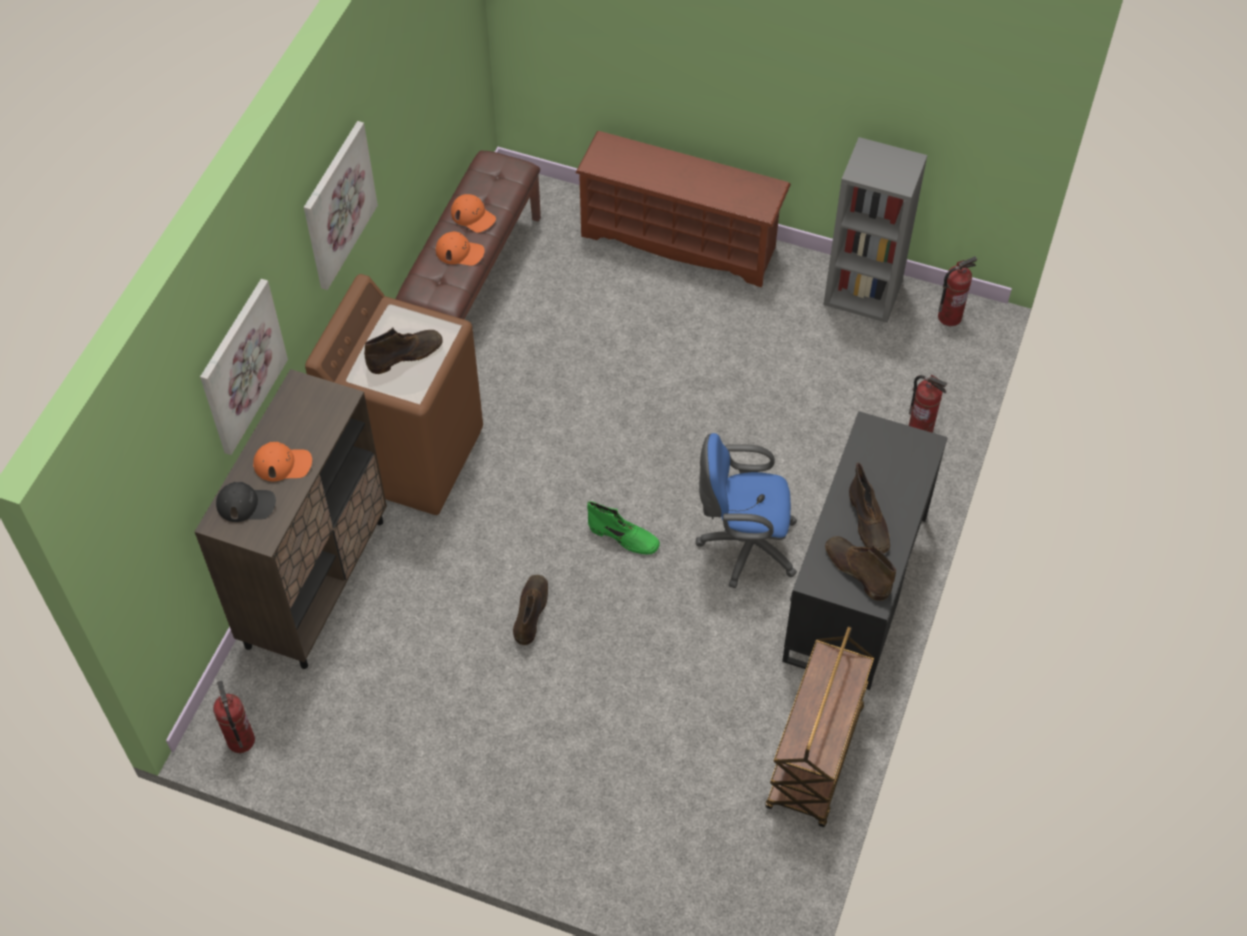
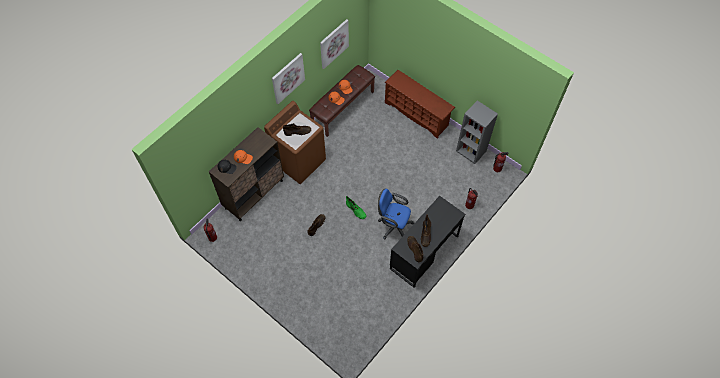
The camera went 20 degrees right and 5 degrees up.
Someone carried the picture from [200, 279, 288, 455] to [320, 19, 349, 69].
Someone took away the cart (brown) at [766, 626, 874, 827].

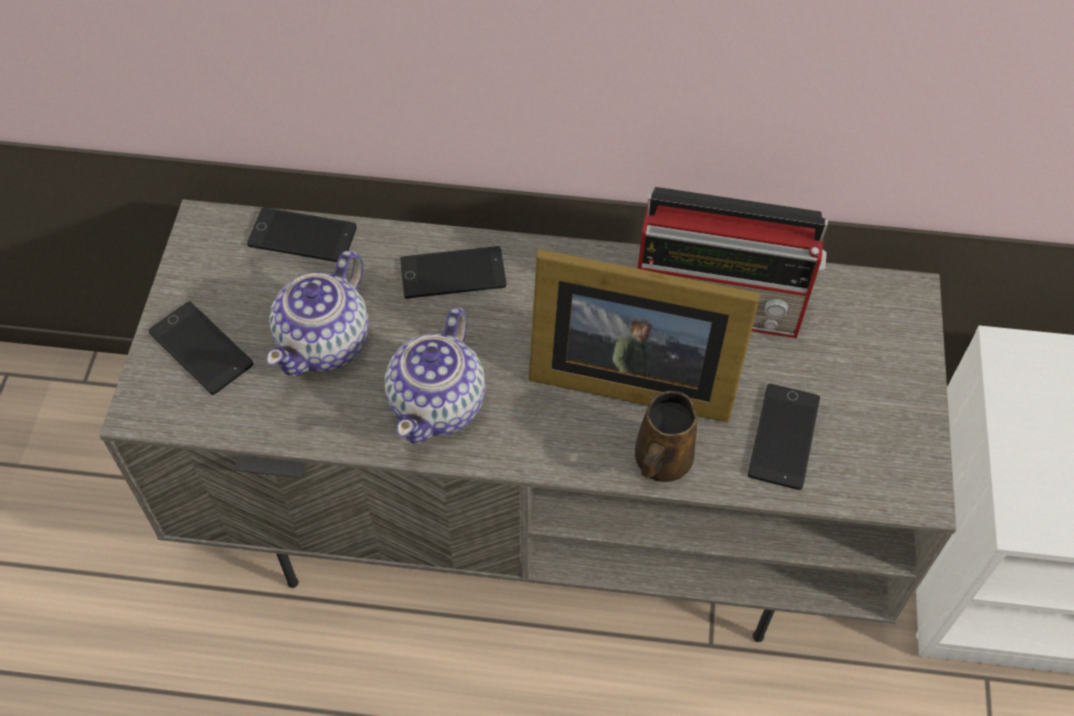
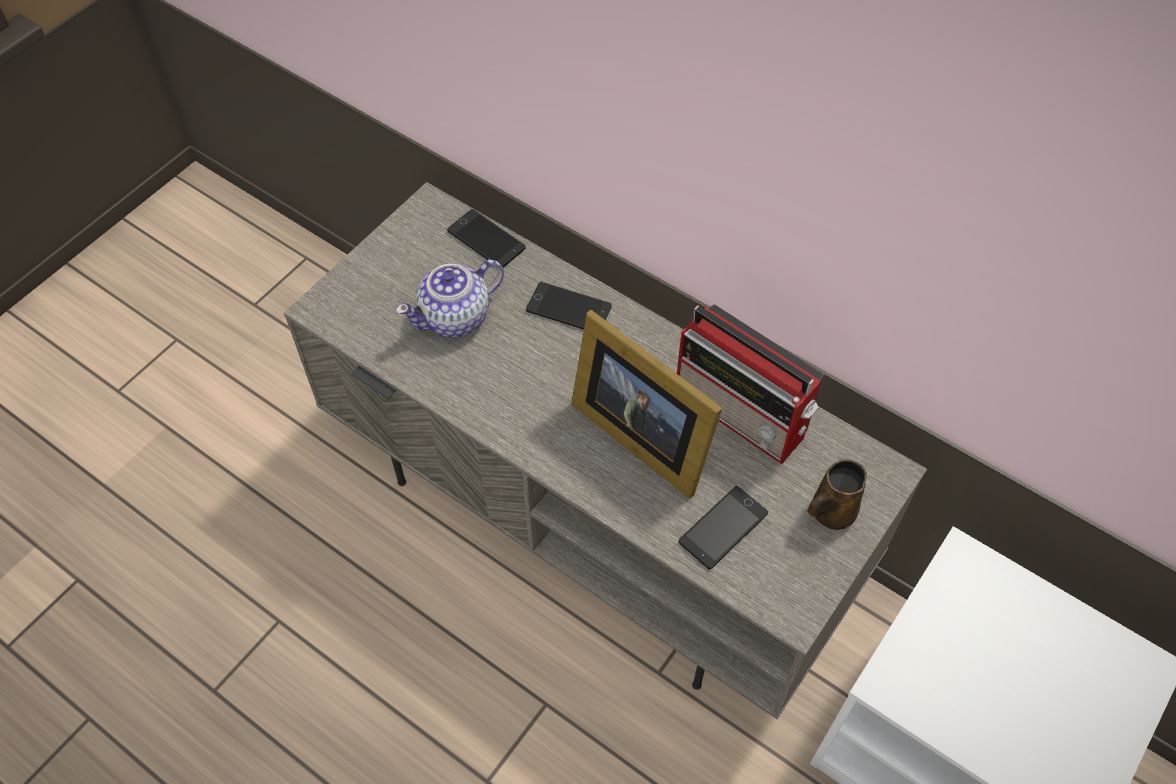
The camera went 30 degrees right and 0 degrees up.
Someone took away the phone at [148, 301, 253, 395].
Someone took away the teapot at [385, 307, 486, 443].
Someone carried the mug (brown) from [635, 391, 698, 482] to [808, 459, 867, 530].

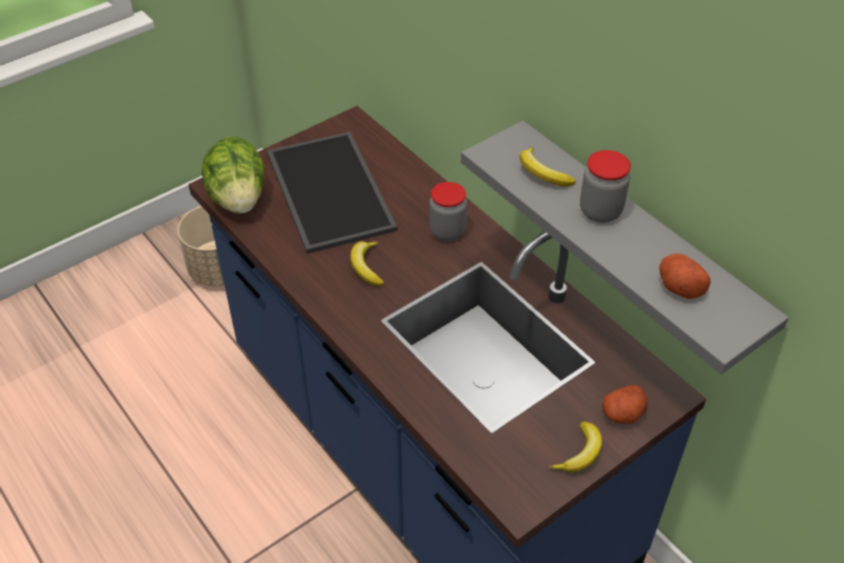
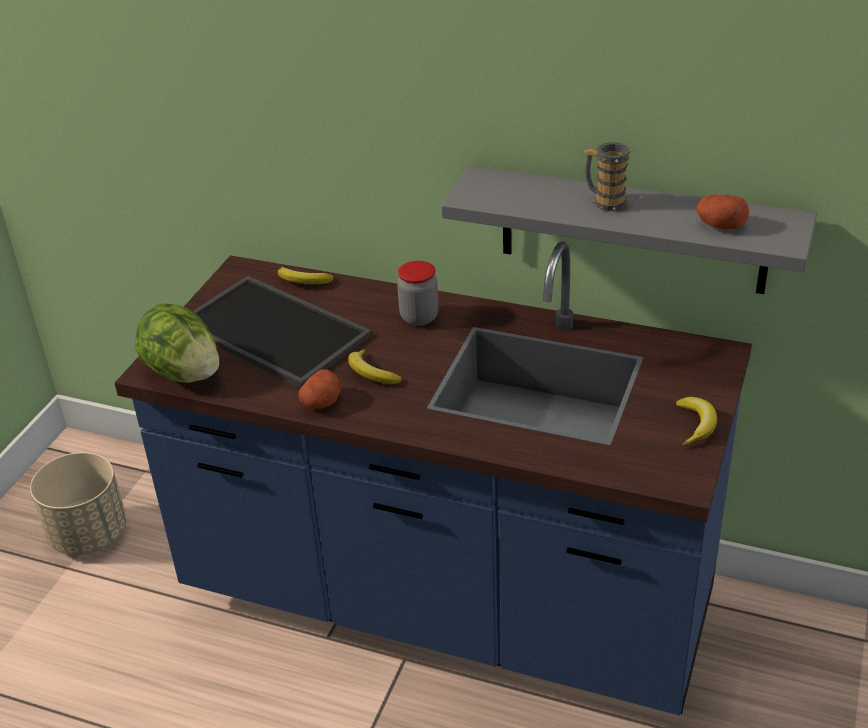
The camera went 30 degrees left and 10 degrees down.
Someone carried the banana from [520, 147, 576, 187] to [278, 267, 334, 284].
Someone swapped the jar at [580, 150, 631, 223] for the mug at [584, 142, 632, 211].
Someone carried the potato from [602, 385, 647, 424] to [299, 369, 341, 409].

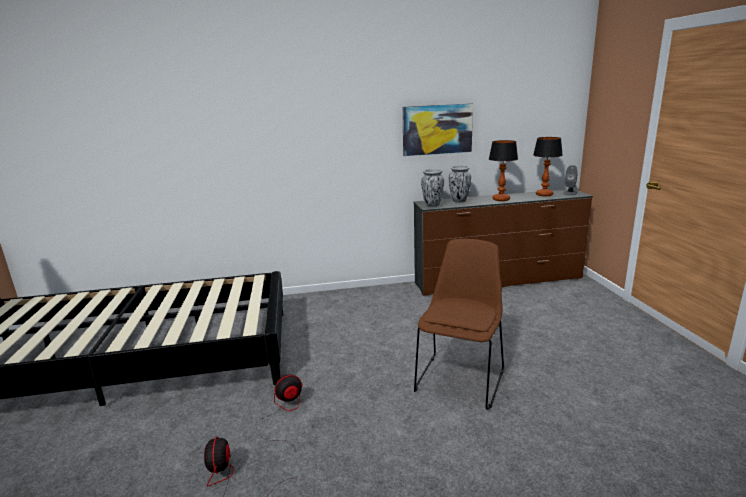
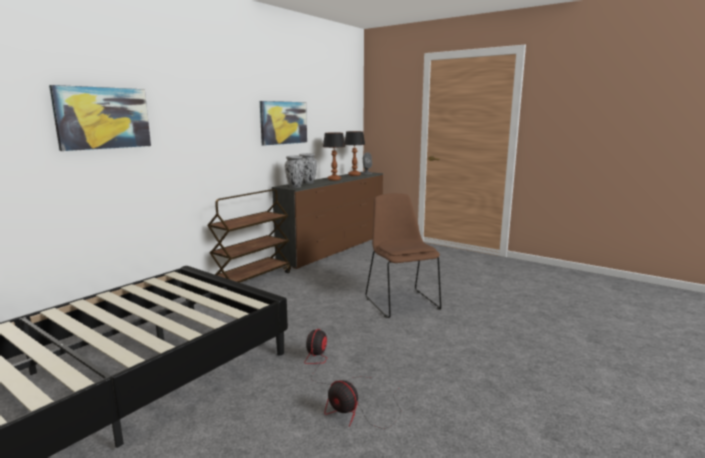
The camera went 45 degrees left and 5 degrees down.
Someone put up the picture at [49, 85, 151, 151].
Someone put down the cart (brown) at [207, 189, 291, 283].

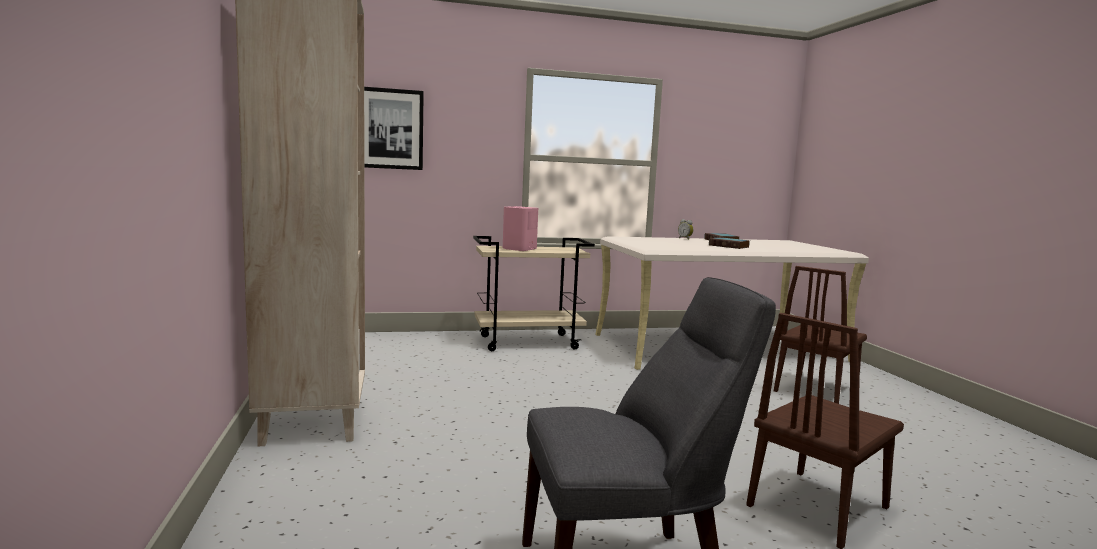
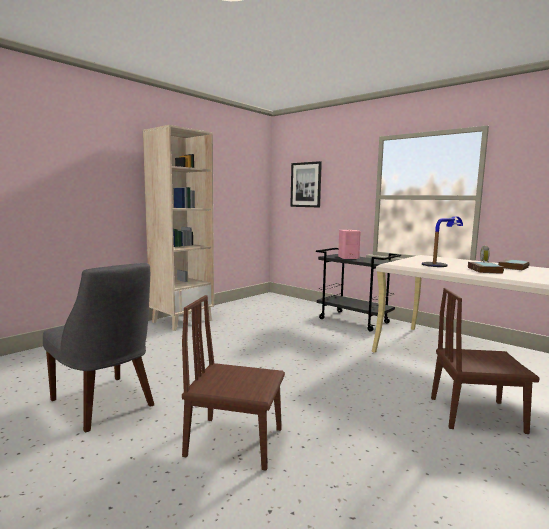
The camera went 55 degrees right and 0 degrees up.
Someone repainted the cart (beige) at [473, 236, 595, 351], which became the cart (black) at [316, 248, 401, 332].
Someone put down the table lamp at [422, 216, 463, 267].

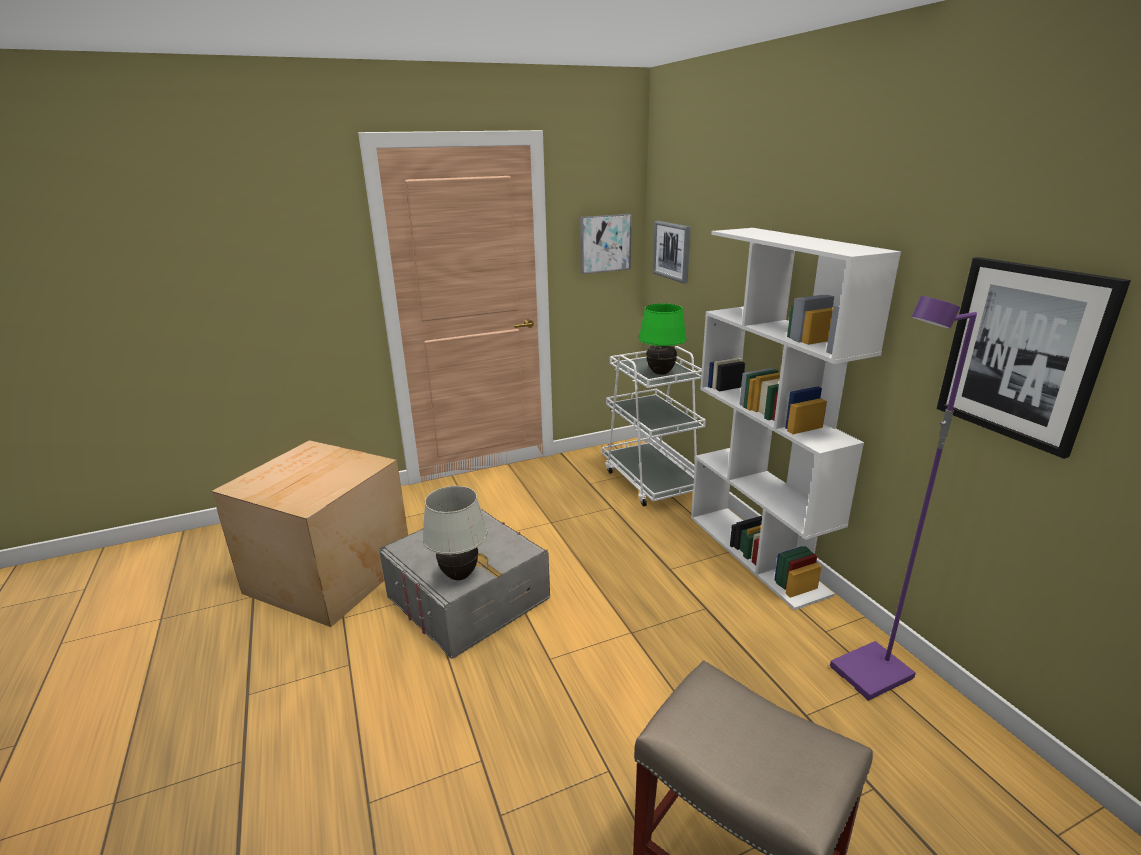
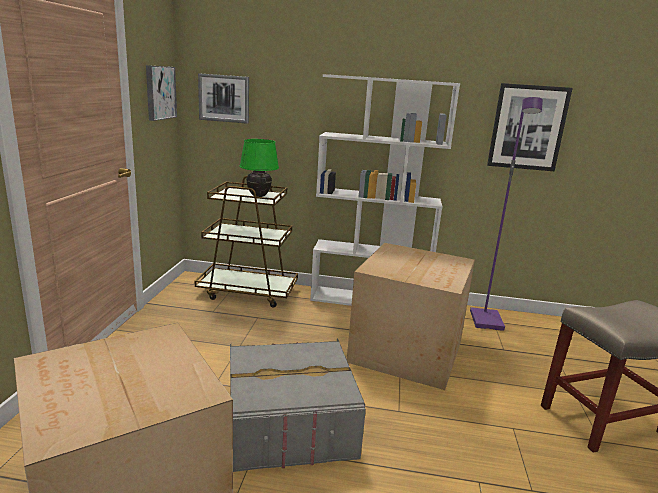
The camera went 60 degrees left and 5 degrees down.
Someone repainted the cart (white) at [602, 346, 706, 506], which became the cart (brown) at [195, 176, 298, 308].
Someone took away the table lamp (white) at [422, 486, 488, 580].
Someone put down the cardboard box at [347, 243, 475, 390].

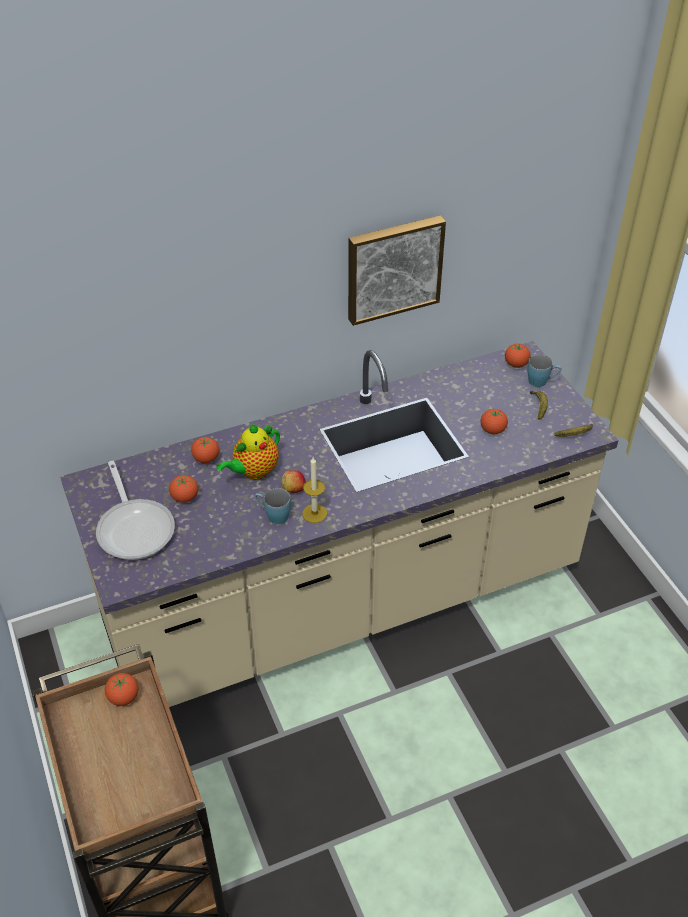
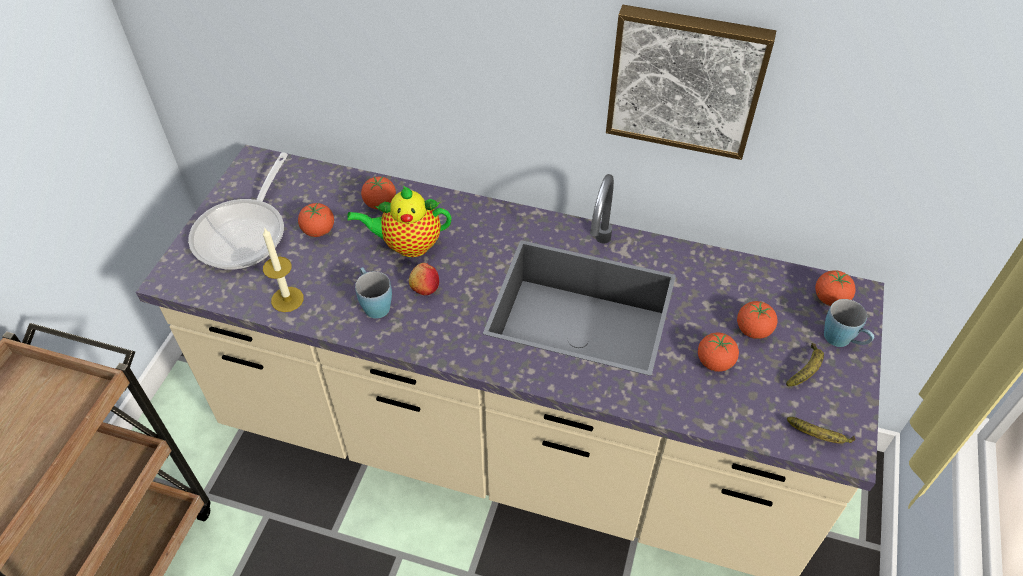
The camera went 40 degrees right and 5 degrees up.
Someone carried the candle from [302, 457, 327, 523] to [263, 227, 304, 312].
Someone carried the tomato from [105, 673, 138, 706] to [737, 301, 777, 339].

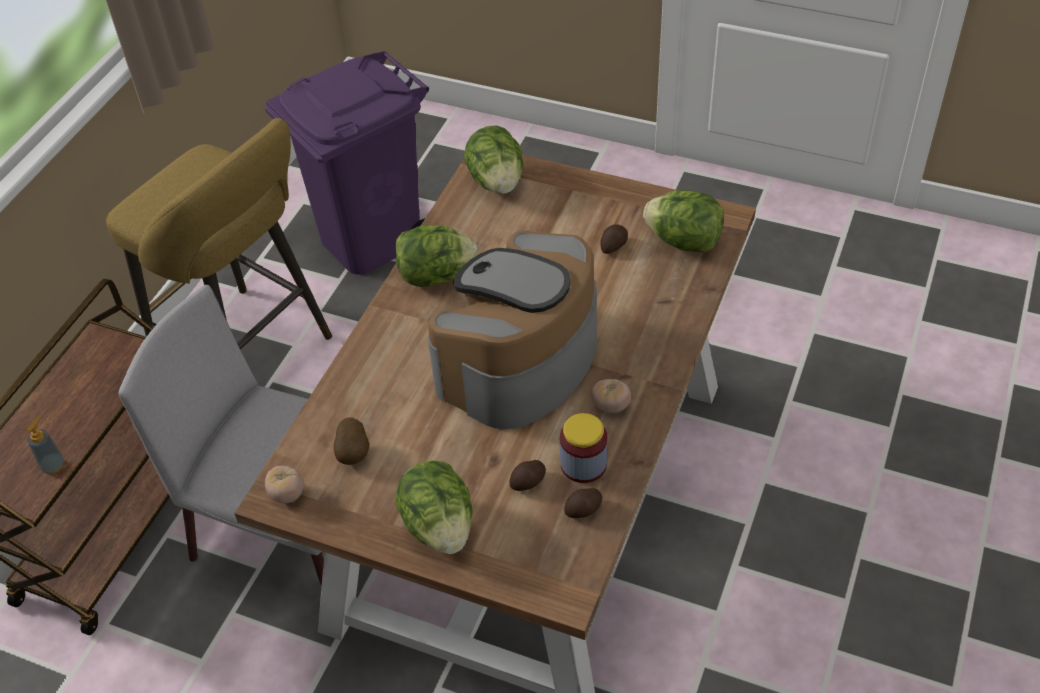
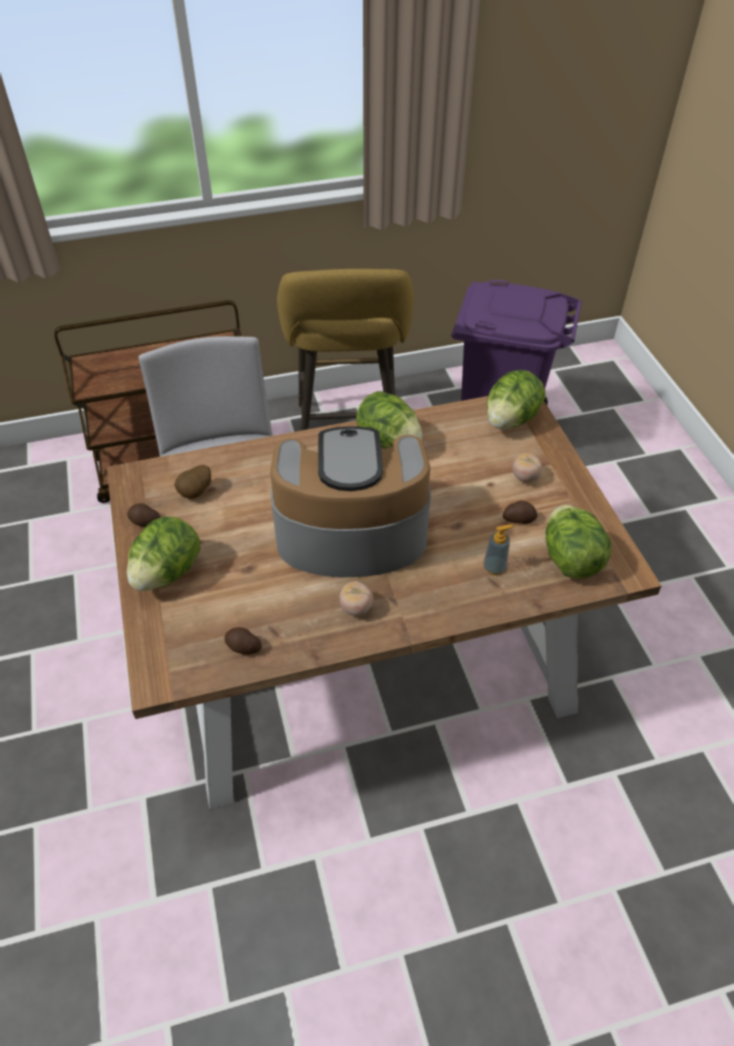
The camera went 50 degrees right and 0 degrees up.
Someone took away the jar at [560, 413, 608, 483].
Someone carried the soap dispenser from [27, 416, 64, 474] to [483, 524, 514, 575].
Someone carried the potato from [509, 460, 546, 491] to [127, 503, 161, 527].
Someone carried the tomato from [265, 466, 304, 503] to [512, 453, 542, 482].

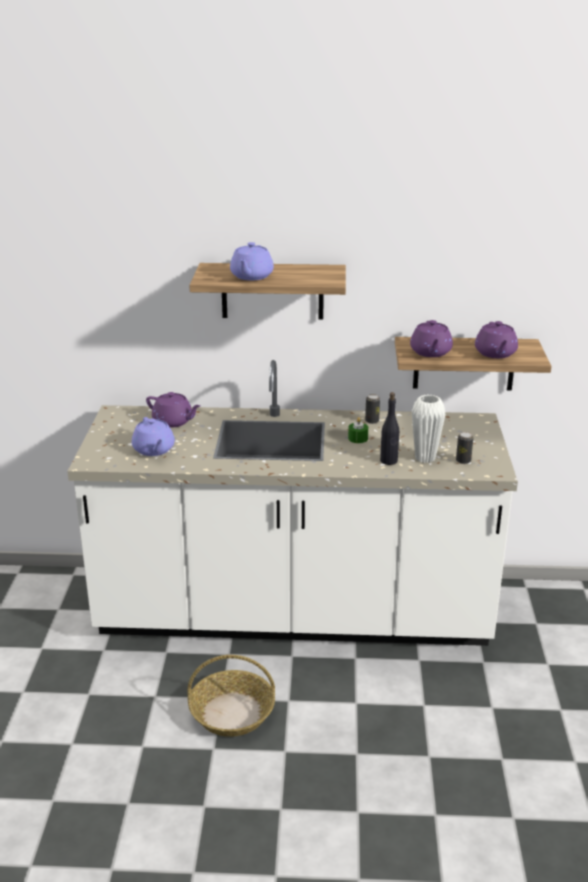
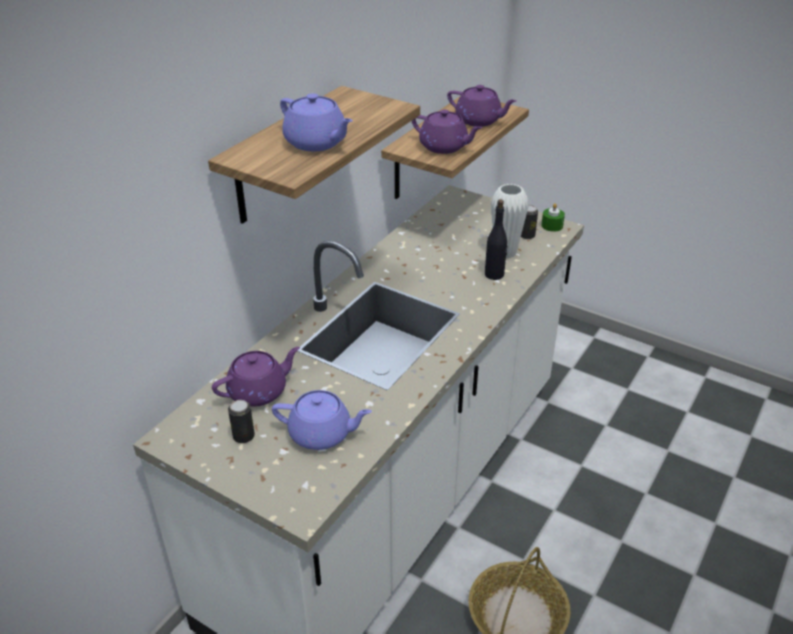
The camera went 60 degrees left and 10 degrees up.
Someone carried the can from [365, 394, 380, 424] to [228, 400, 255, 443].
Someone carried the candle (green) from [348, 417, 368, 443] to [541, 203, 565, 232].

